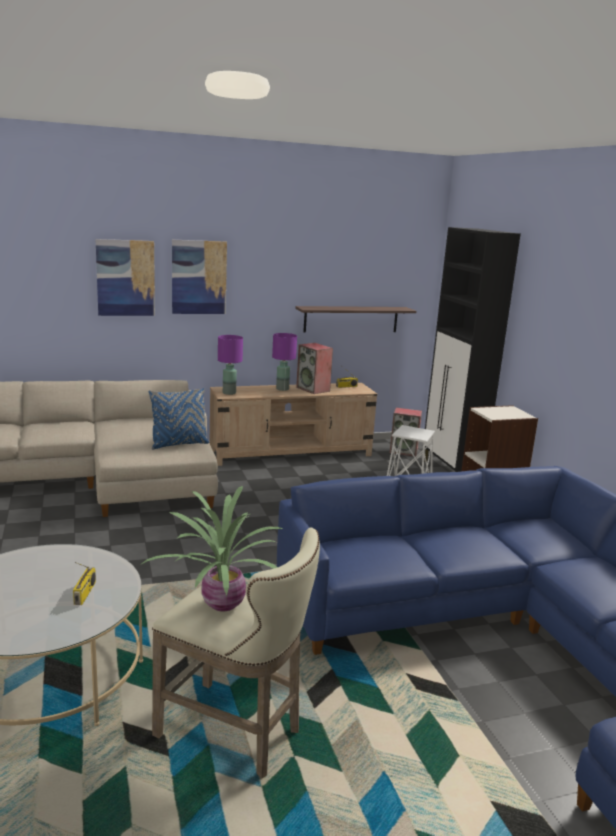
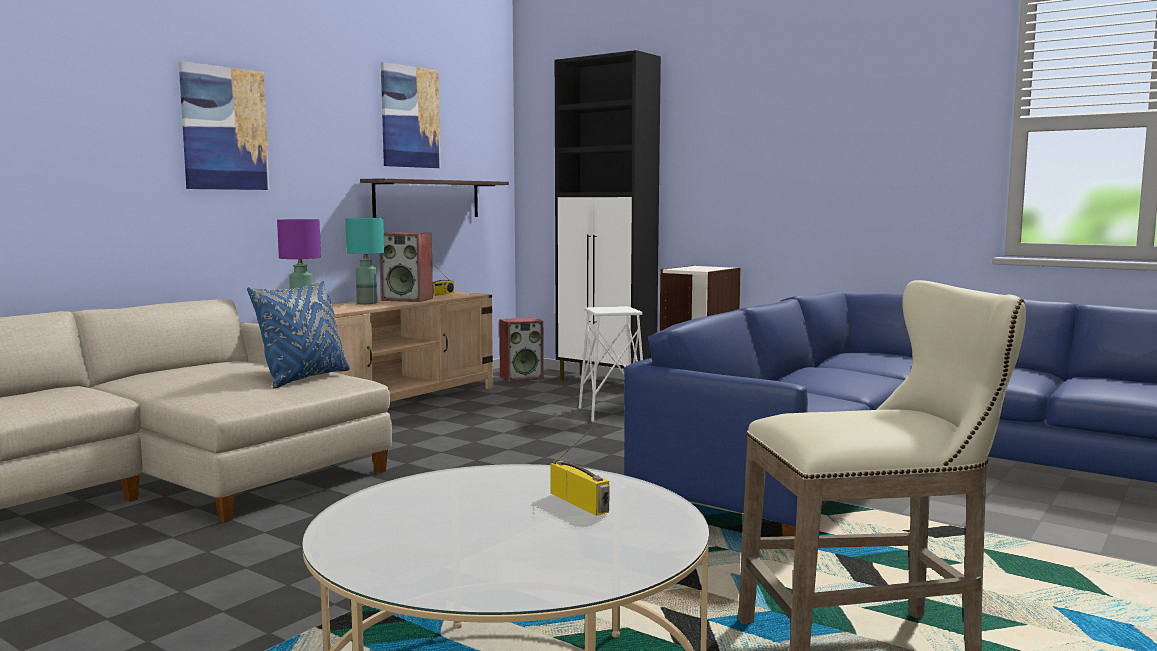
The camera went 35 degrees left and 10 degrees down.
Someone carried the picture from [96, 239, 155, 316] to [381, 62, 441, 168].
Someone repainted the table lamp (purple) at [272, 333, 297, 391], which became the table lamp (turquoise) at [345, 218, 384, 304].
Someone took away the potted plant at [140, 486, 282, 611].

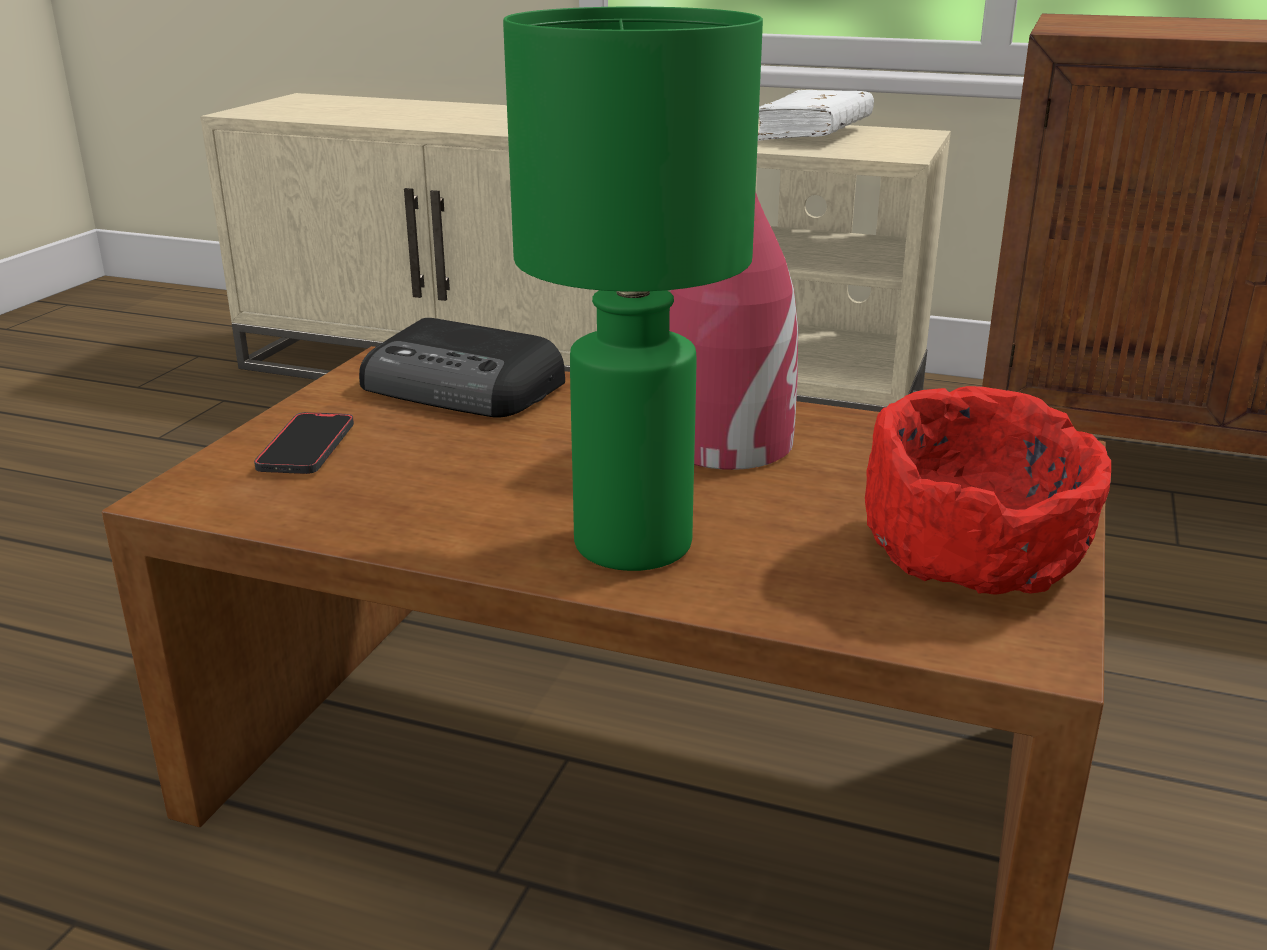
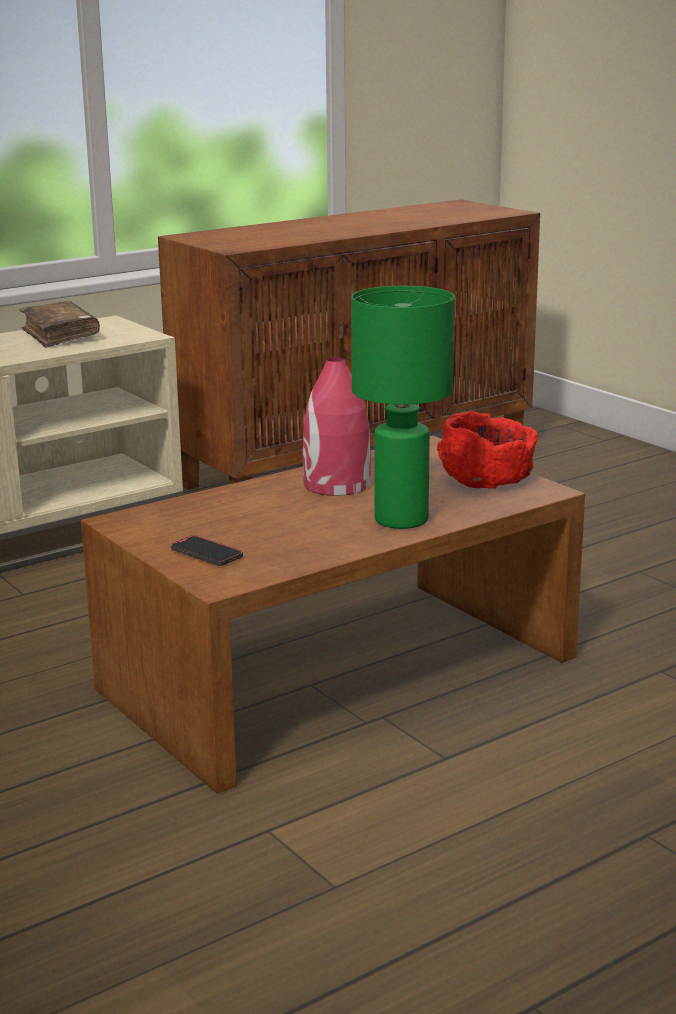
The camera went 55 degrees left and 5 degrees down.
Someone repainted the book (white) at [758, 90, 874, 140], which became the book (brown) at [19, 301, 100, 348].
Someone took away the radio at [359, 318, 565, 418].

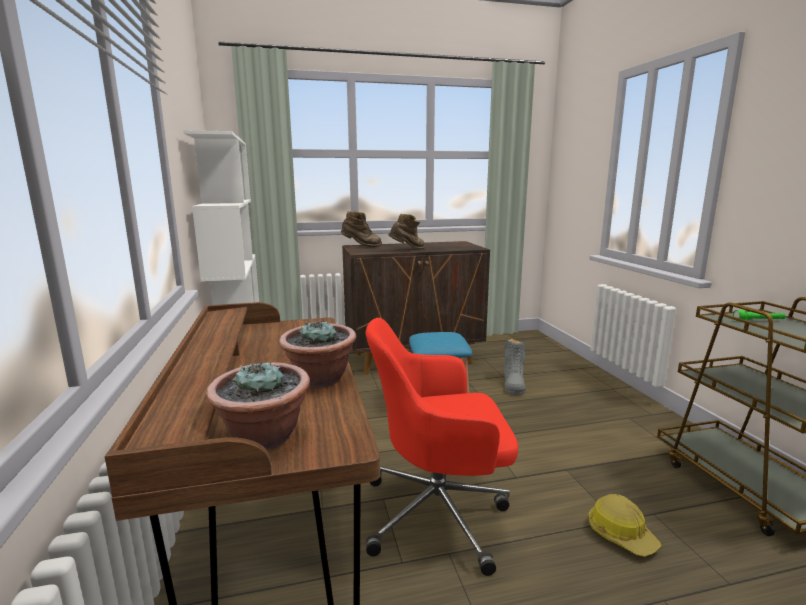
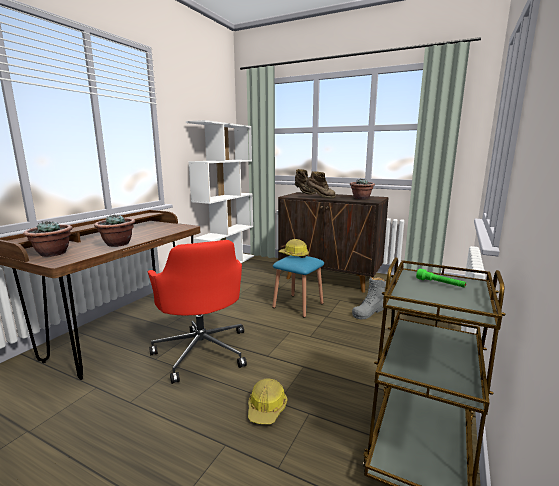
The camera went 40 degrees right and 0 degrees up.
Someone rotated the office chair (red) at [366, 318, 518, 576] by 150 degrees counterclockwise.
Someone put down the potted plant at [350, 178, 375, 199].
Someone put down the hard hat at [279, 239, 309, 258].

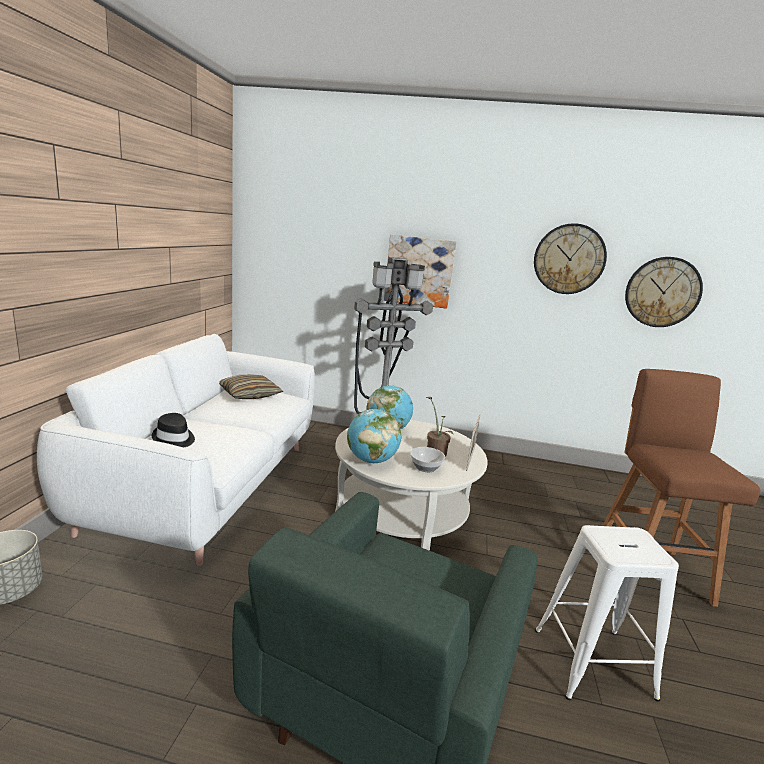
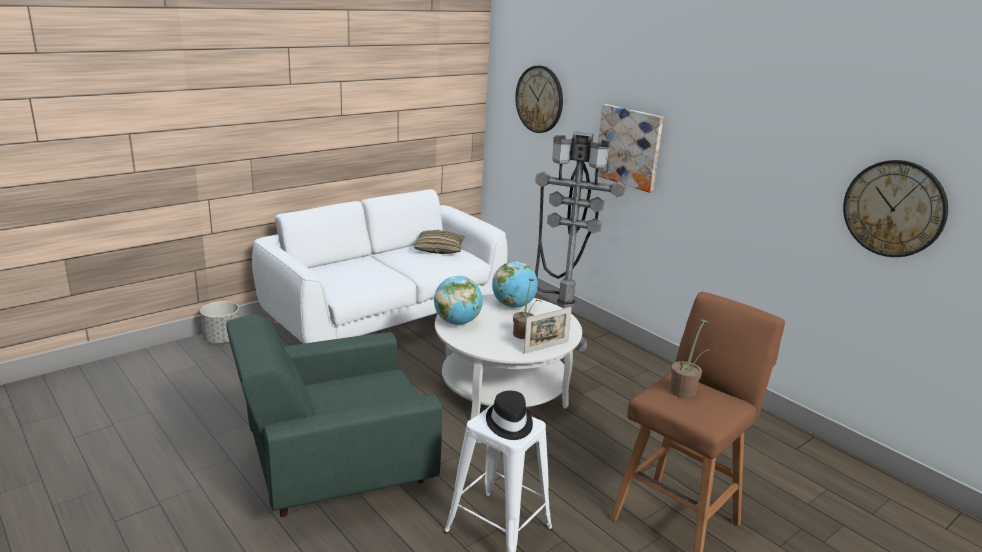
The camera went 40 degrees right and 5 degrees up.
Someone carried the wall clock from [534, 223, 607, 294] to [515, 66, 563, 133].
Someone carried the hat (black) from [152, 413, 195, 447] to [486, 391, 533, 440].
Someone took away the bowl at [410, 447, 445, 472].
Someone put down the potted plant at [669, 319, 713, 398].

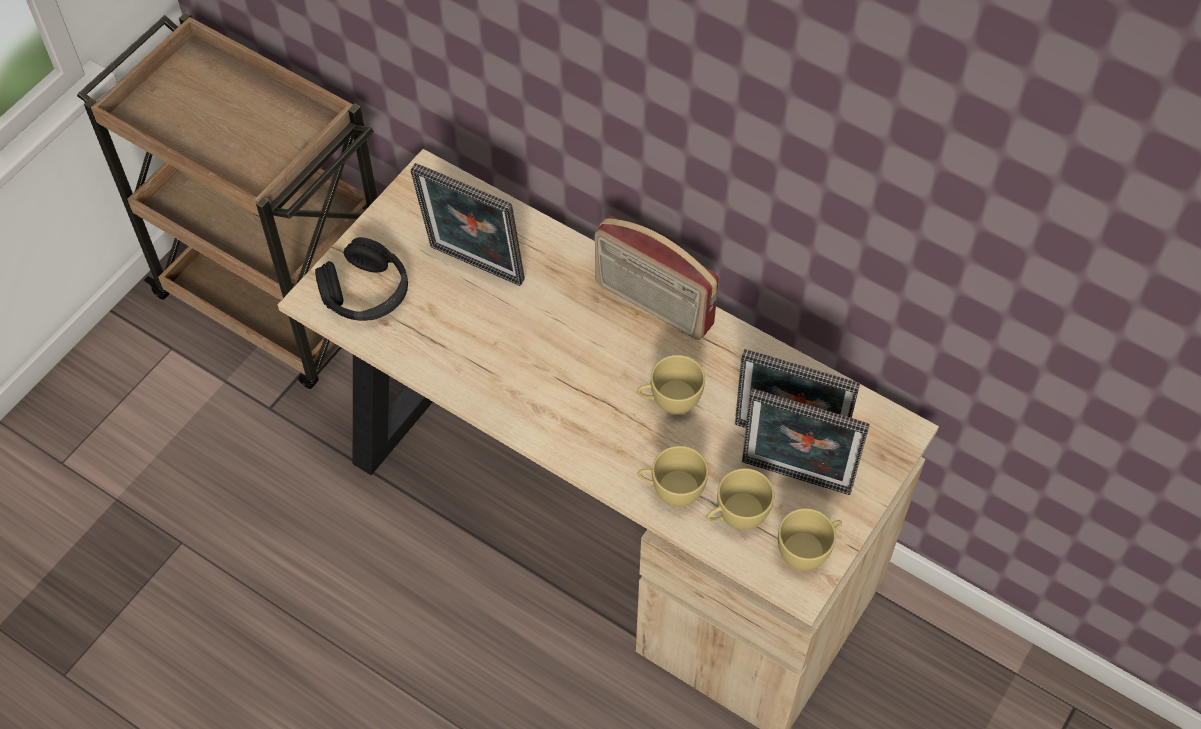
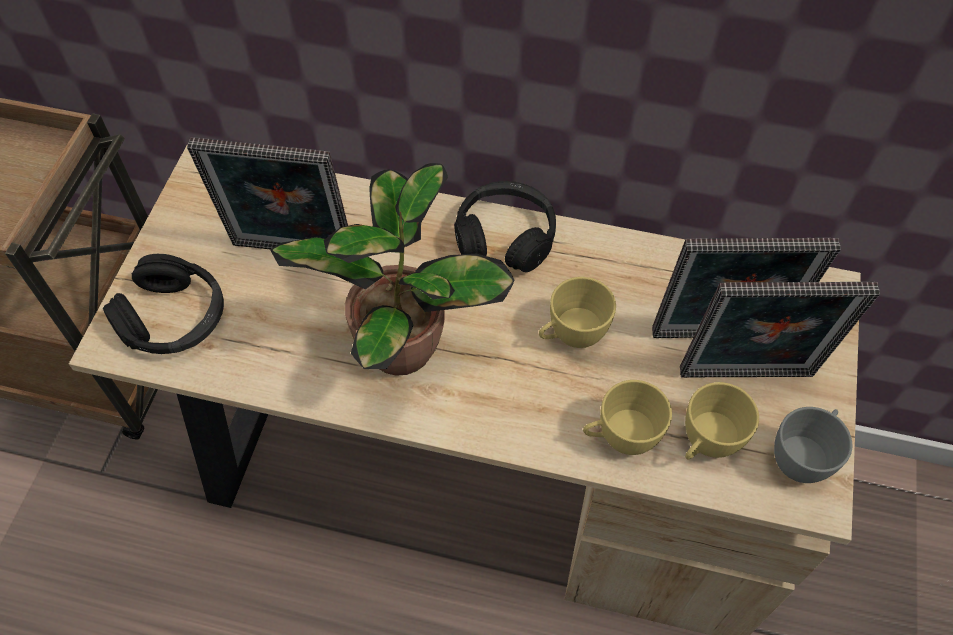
The camera went 20 degrees left and 0 degrees up.
Someone swapped the radio at [595, 216, 719, 340] for the headphones (black) at [454, 181, 556, 272].
Someone repainted the cup (yellow) at [778, 508, 842, 571], which became the cup (grey) at [774, 407, 852, 483].
Someone put down the potted plant at [271, 163, 514, 376].

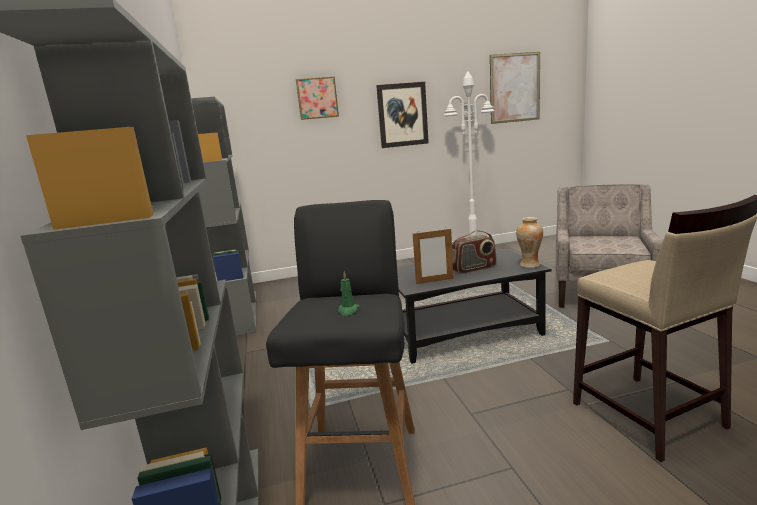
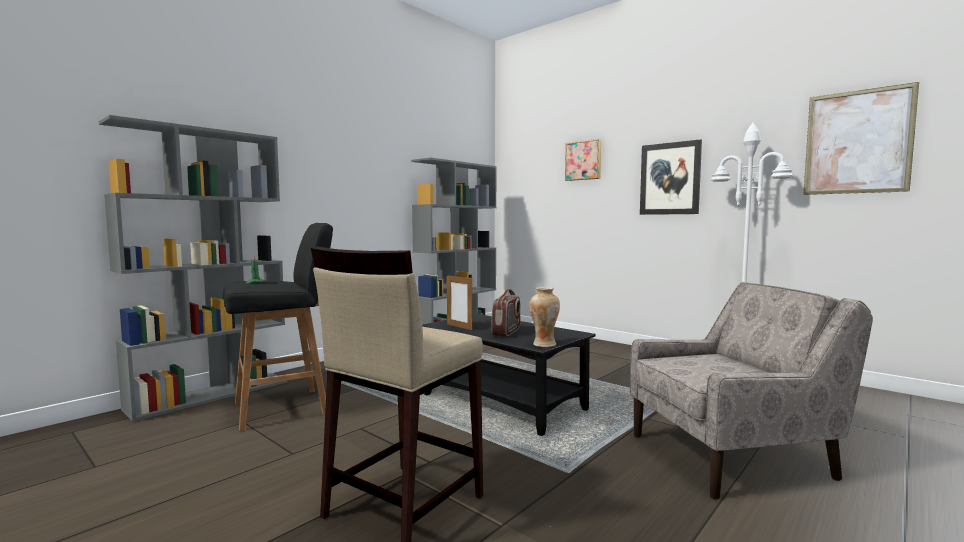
The camera went 55 degrees right and 10 degrees down.
Someone rotated the radio at [452, 230, 497, 274] by 105 degrees counterclockwise.

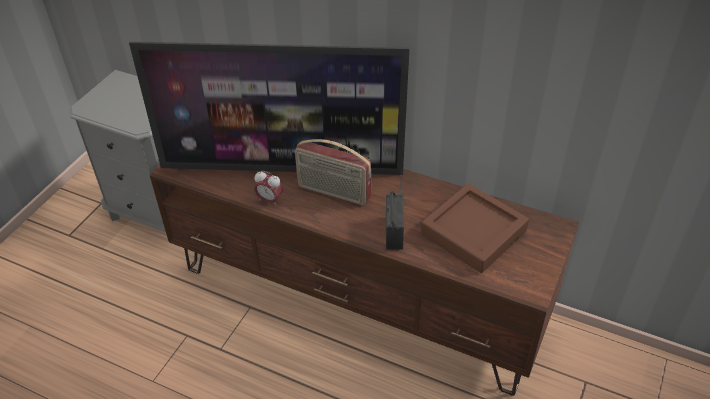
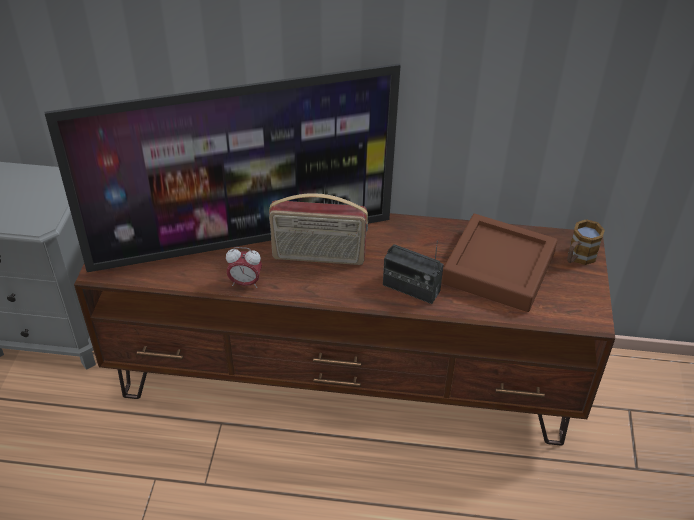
The camera went 20 degrees left and 0 degrees up.
Someone rotated the radio at [386, 169, 404, 250] by 135 degrees clockwise.
Someone put down the mug at [567, 219, 605, 265].

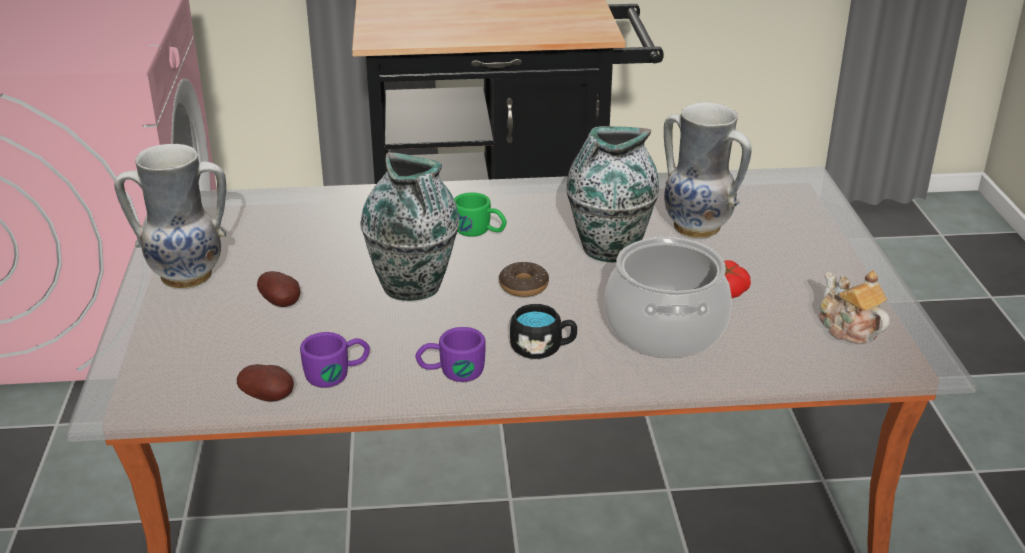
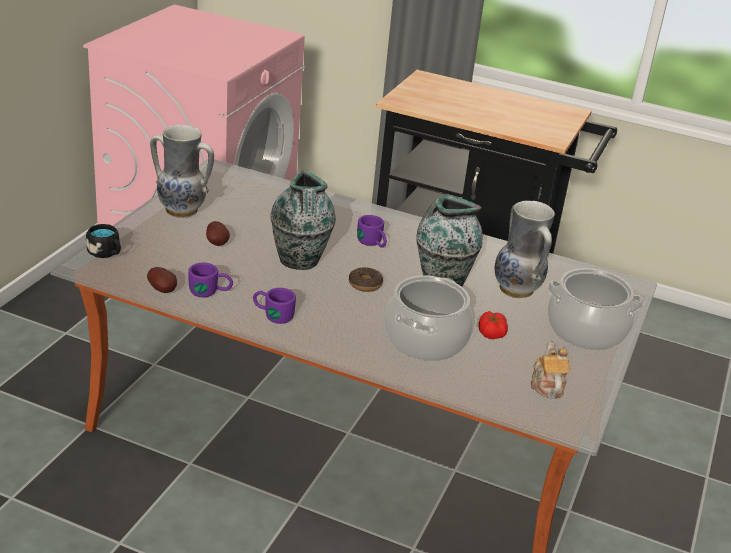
The camera went 25 degrees right and 0 degrees up.
Someone repainted the mug (green) at [454, 192, 507, 237], which became the mug (purple) at [357, 215, 387, 248].
Someone carried the mug (black) from [510, 304, 577, 359] to [86, 224, 121, 258].
Someone put down the cooking pot at [547, 268, 643, 350].

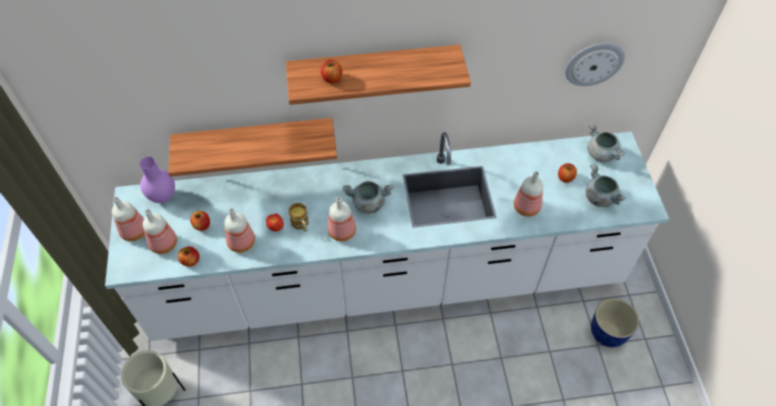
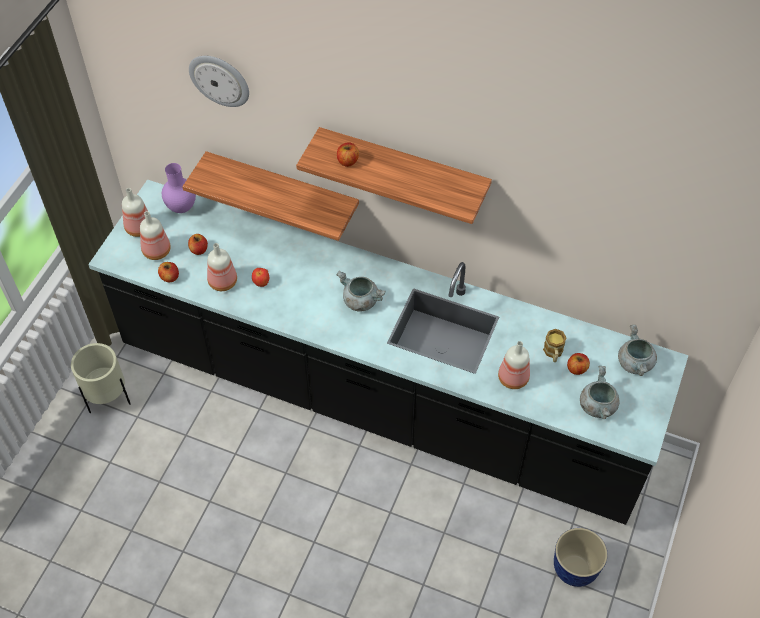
The camera went 30 degrees right and 0 degrees up.
Someone carried the wall clock from [565, 43, 625, 86] to [189, 56, 249, 107].
Someone repainted the counter (white) at [105, 132, 669, 341], which became the counter (black) at [88, 179, 689, 525].
Someone took away the bottle at [328, 197, 356, 241].
Someone carried the mug from [289, 203, 308, 232] to [543, 329, 567, 362].

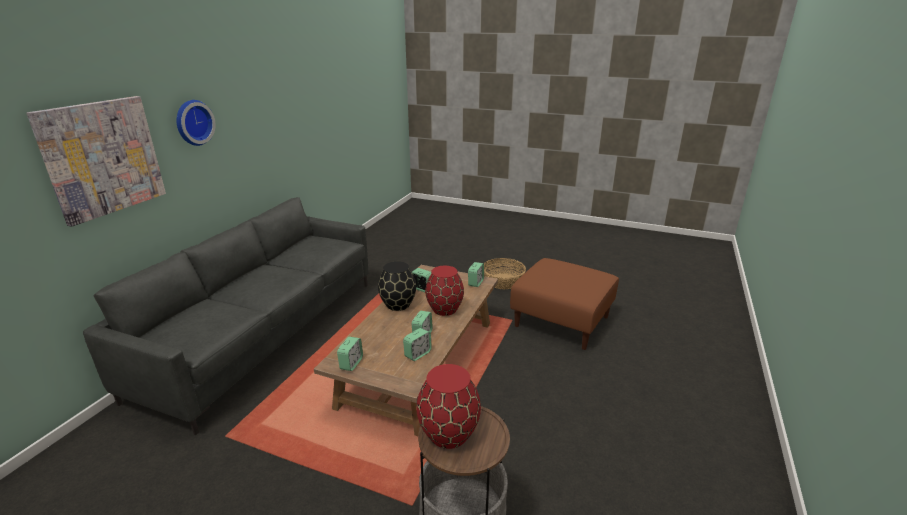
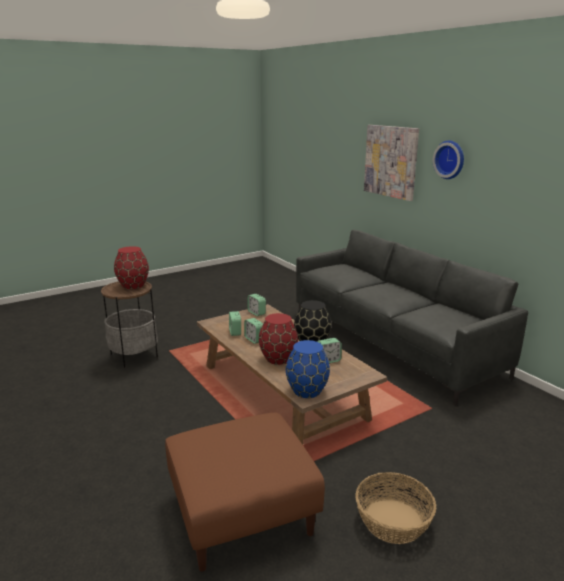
The camera went 125 degrees right and 5 degrees down.
Someone swapped the alarm clock at [468, 262, 484, 287] for the vase (blue) at [286, 340, 330, 398].

